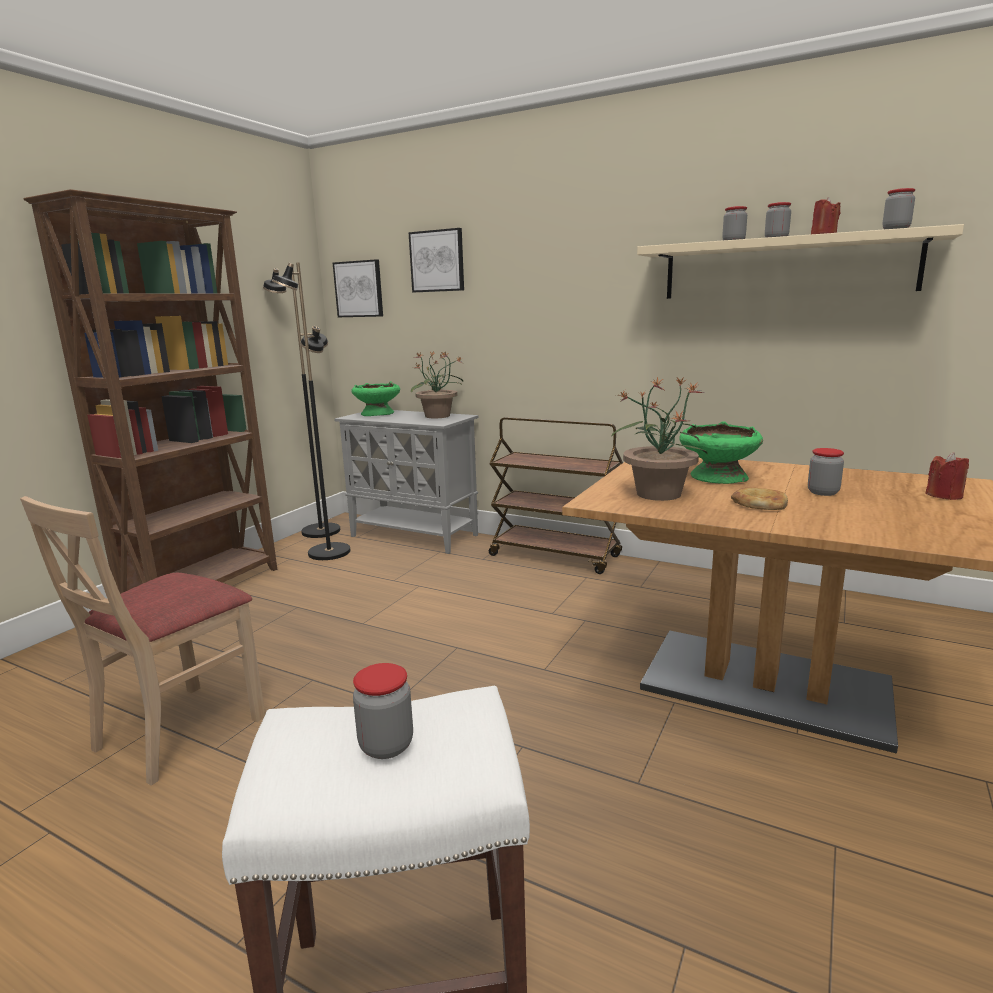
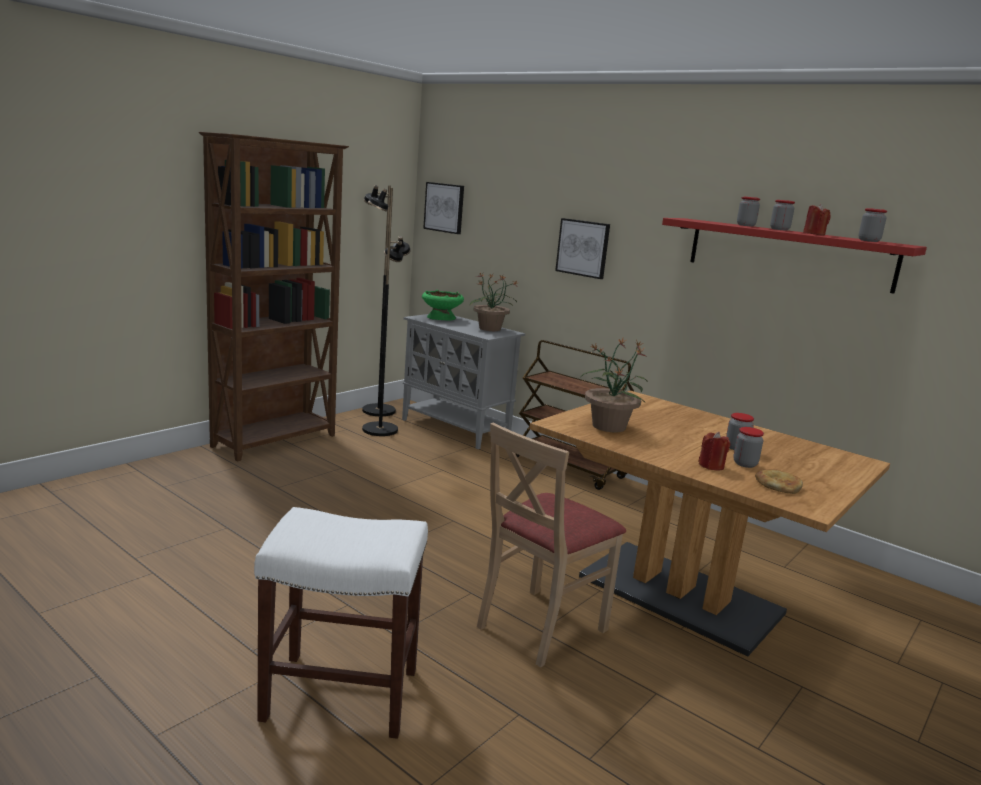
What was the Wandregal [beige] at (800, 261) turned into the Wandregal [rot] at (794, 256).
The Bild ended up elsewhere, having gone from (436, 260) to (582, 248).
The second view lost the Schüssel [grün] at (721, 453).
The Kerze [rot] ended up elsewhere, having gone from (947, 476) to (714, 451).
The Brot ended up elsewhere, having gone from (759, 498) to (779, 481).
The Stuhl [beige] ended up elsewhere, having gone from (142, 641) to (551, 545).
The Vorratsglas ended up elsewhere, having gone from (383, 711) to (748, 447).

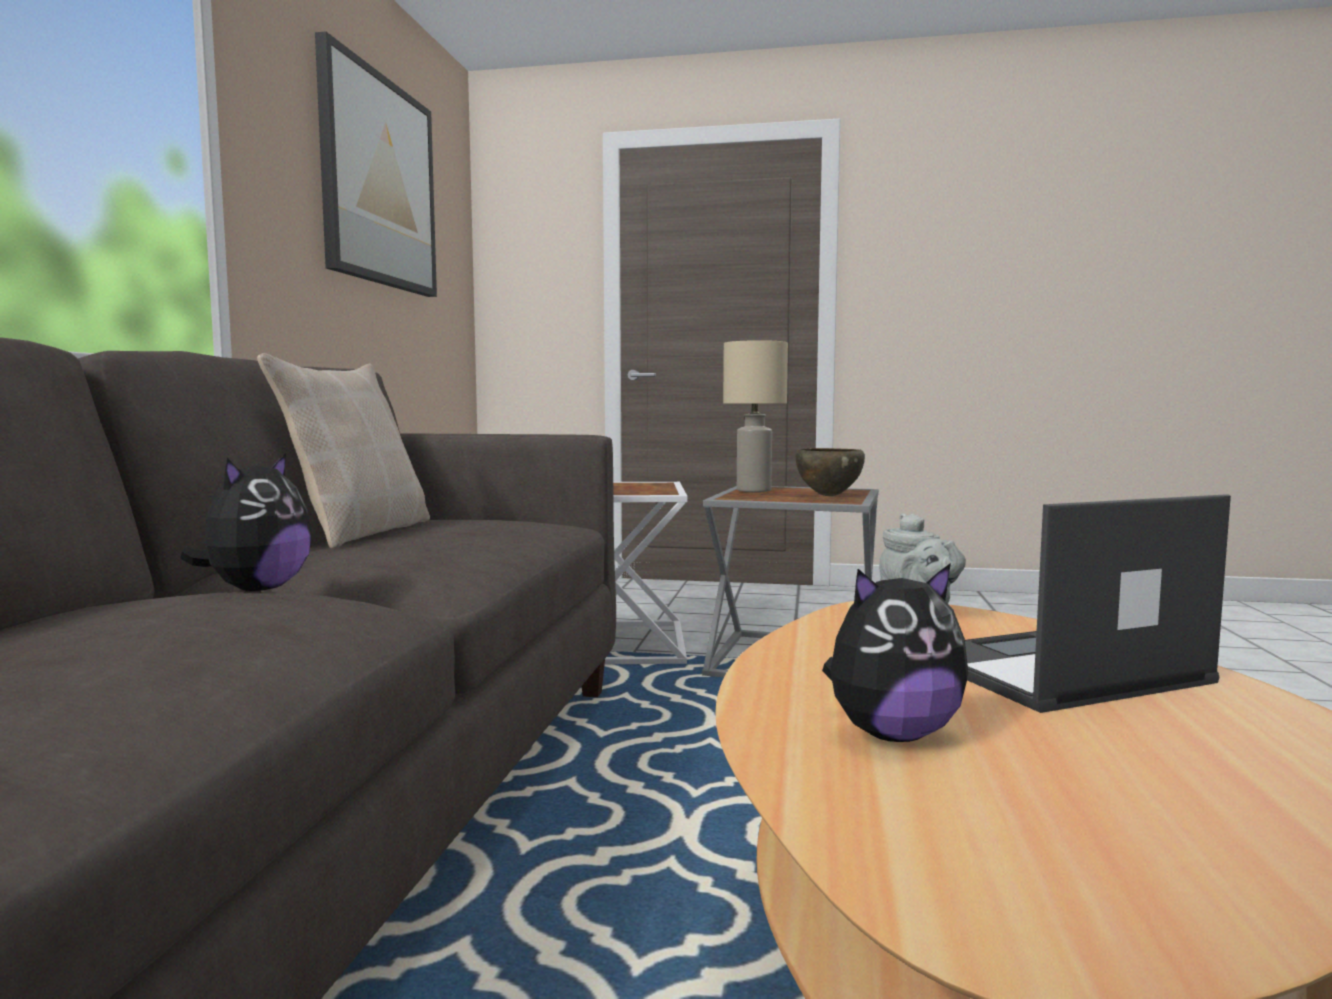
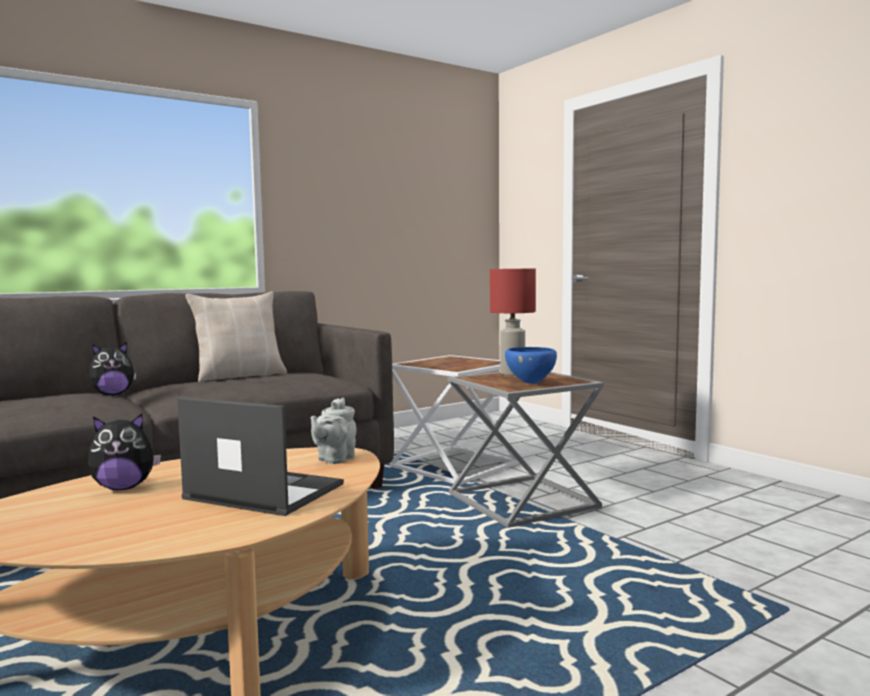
The second view lost the Bild at (376, 164).
What was the Tischlampe [beige] at (755, 416) turned into the Tischlampe [rot] at (513, 322).
What was the Schüssel [braun] at (830, 472) turned into the Schüssel [blau] at (531, 365).
The Plüschtier at (895, 652) ended up facing another way, 45 degrees counterclockwise from before.

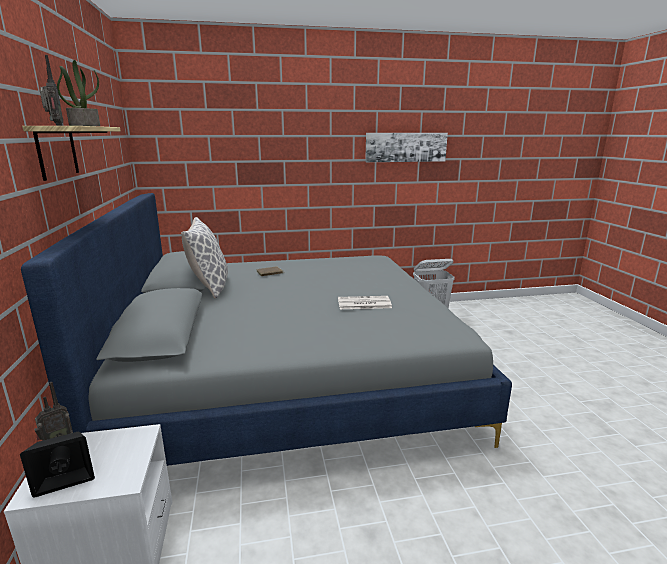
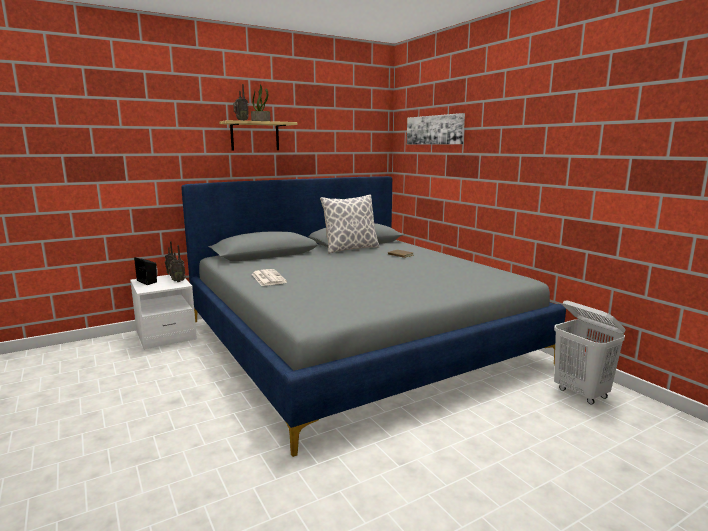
The Bild ended up elsewhere, having gone from (406, 147) to (436, 129).
The Zeitung ended up elsewhere, having gone from (365, 302) to (269, 277).
The second view gained the Radio at (177, 263).

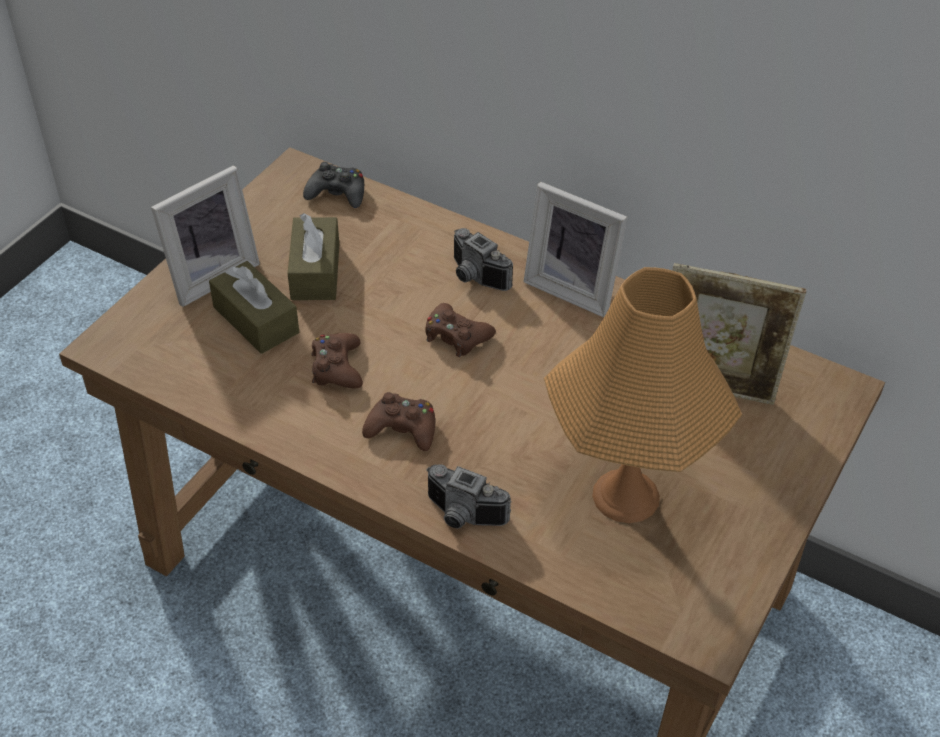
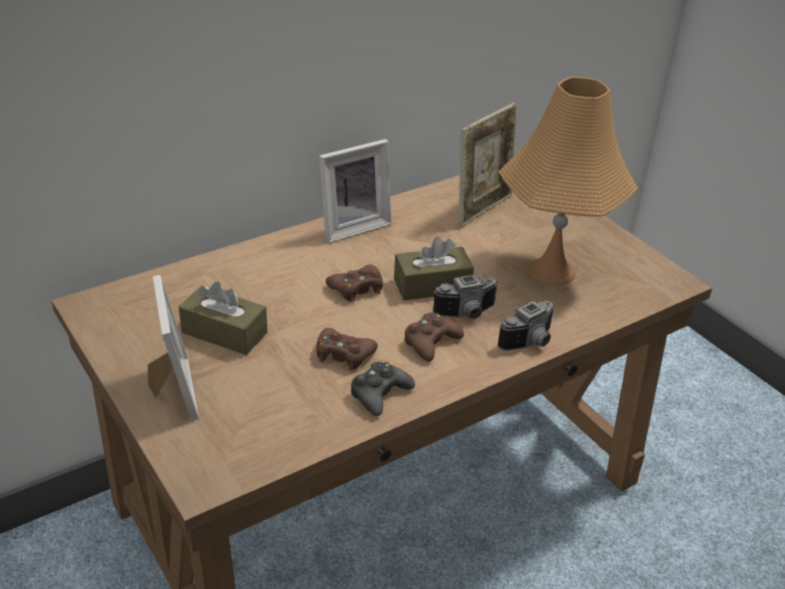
The Gamepad [schwarz] ended up elsewhere, having gone from (333, 185) to (383, 388).
The Kamera ended up elsewhere, having gone from (483, 259) to (465, 296).
The Taschentuchbox [braun] ended up elsewhere, having gone from (254, 307) to (434, 268).

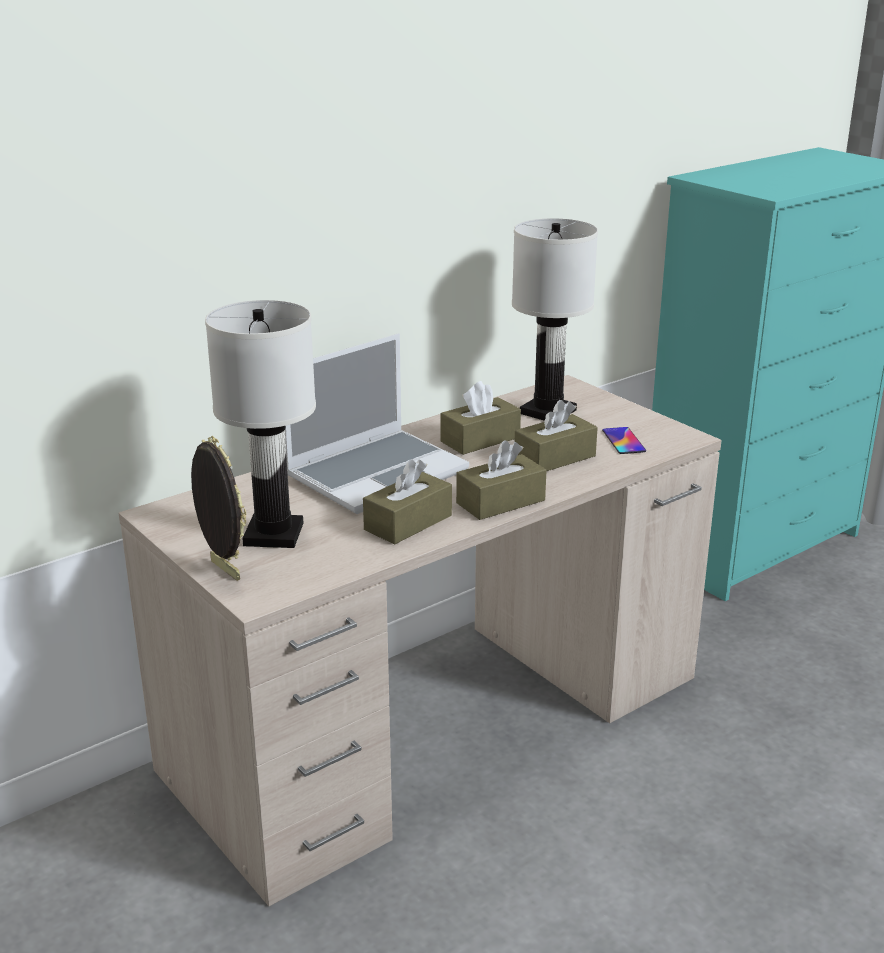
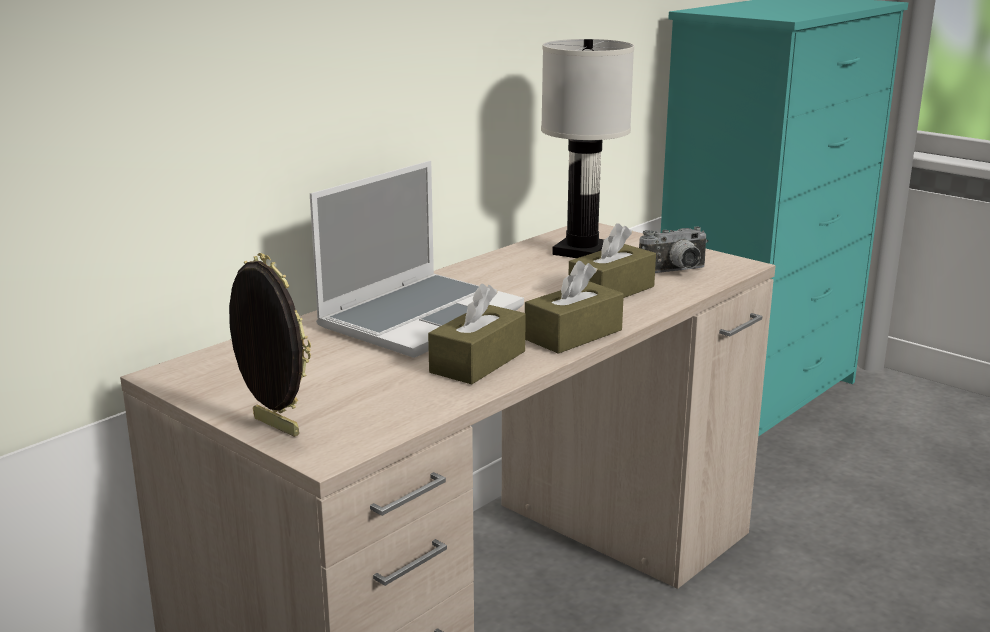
The second view lost the Tischlampe [weiß] at (260, 424).
The second view lost the Taschentuchbox [braun] at (481, 418).
Where the Handy stood at (624, 440), the Kamera came to stand at (673, 249).

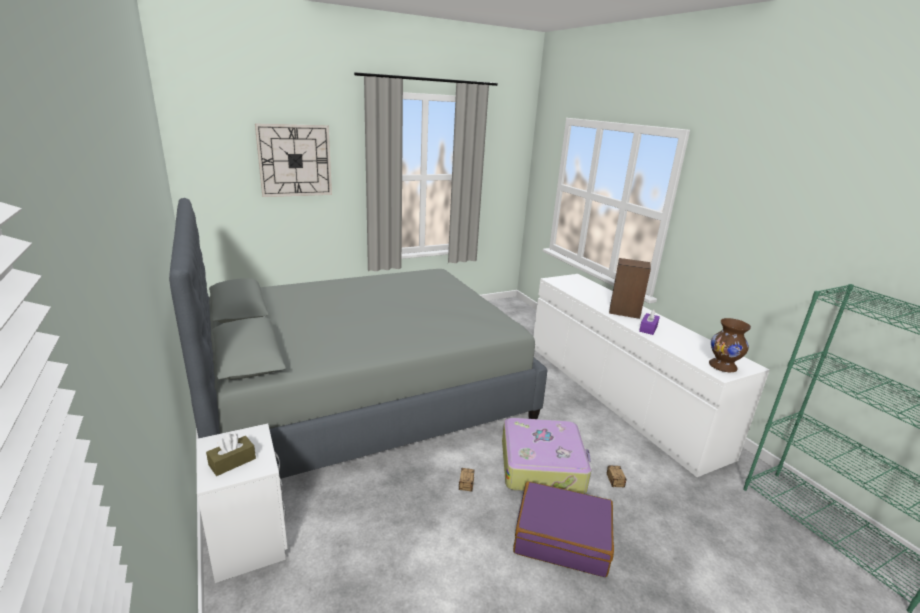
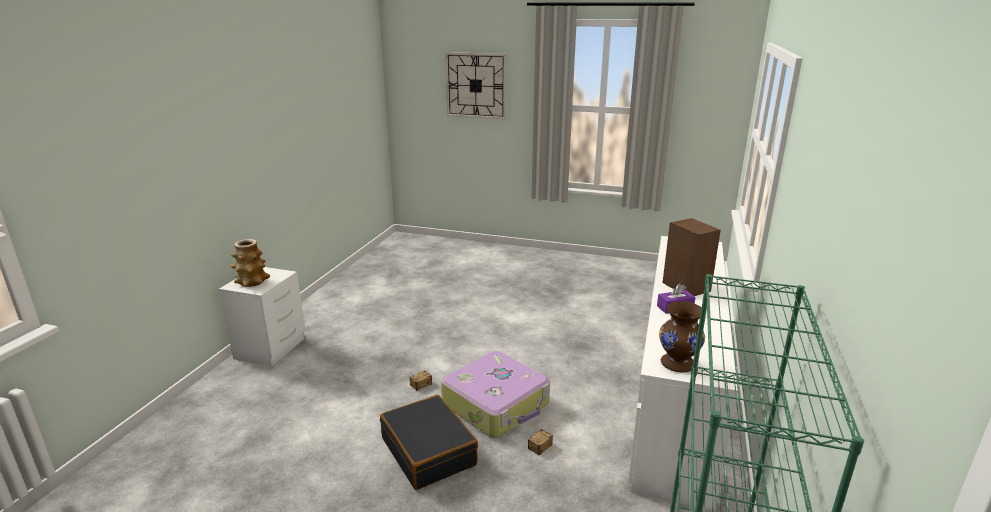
The second view lost the Bett [grau] at (358, 338).
Where the Taschentuchbox [braun] stood at (231, 454), the Vase came to stand at (250, 263).
What was the Koffer [lila] at (563, 529) turned into the Koffer [schwarz] at (429, 442).

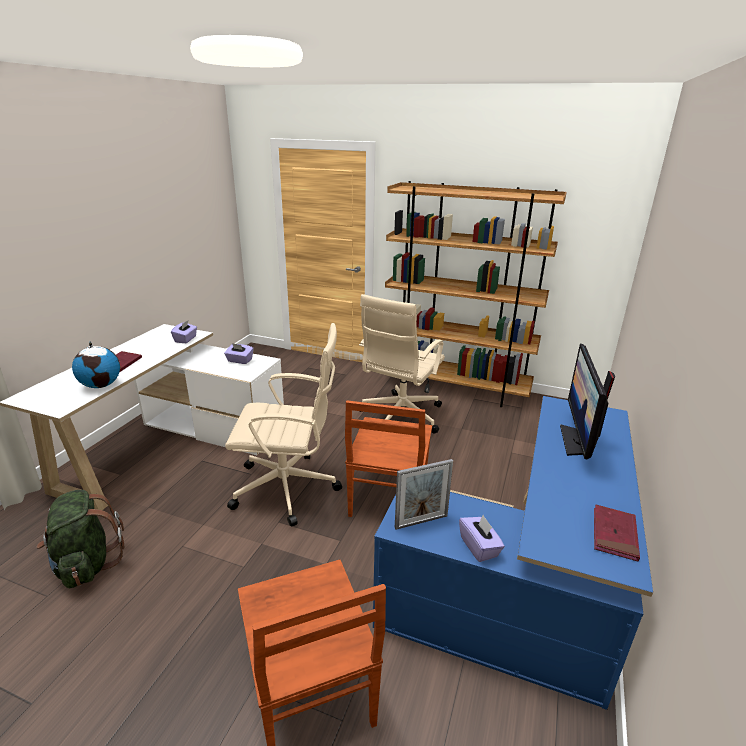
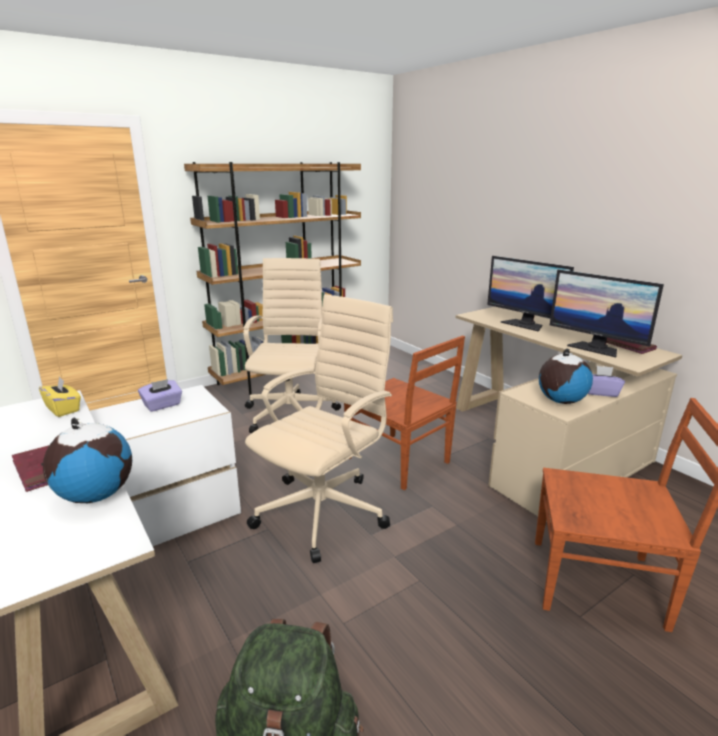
The Bürostuhl [beige] at (402, 364) ended up facing another way, 150 degrees counterclockwise from before.
What was the Taschentuchbox [lila] at (184, 332) turned into the Taschentuchbox [gelb] at (60, 396).
What was the Schreibtisch [blau] at (513, 553) turned into the Schreibtisch [beige] at (569, 415).
Where the Bilderrahmen stood at (424, 494), the Globus came to stand at (566, 376).
The second view gained the Monitor at (607, 313).

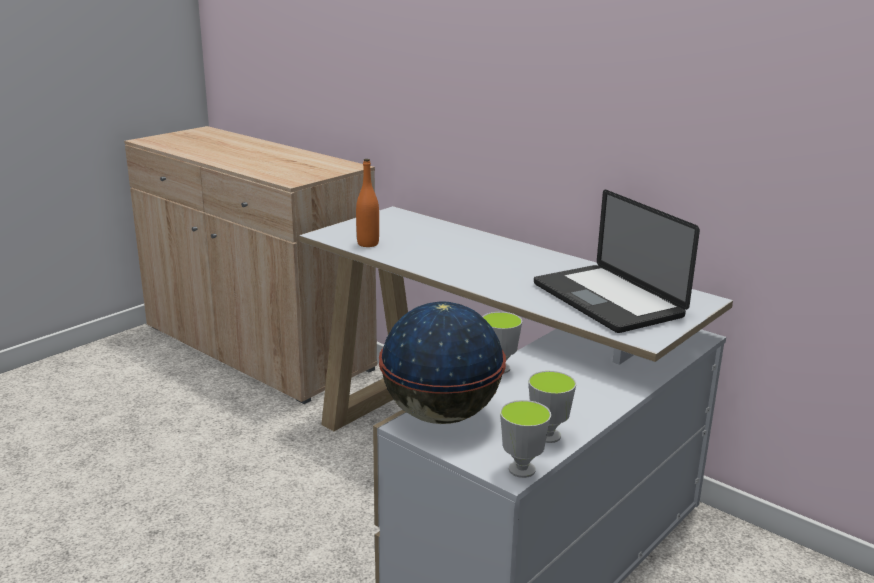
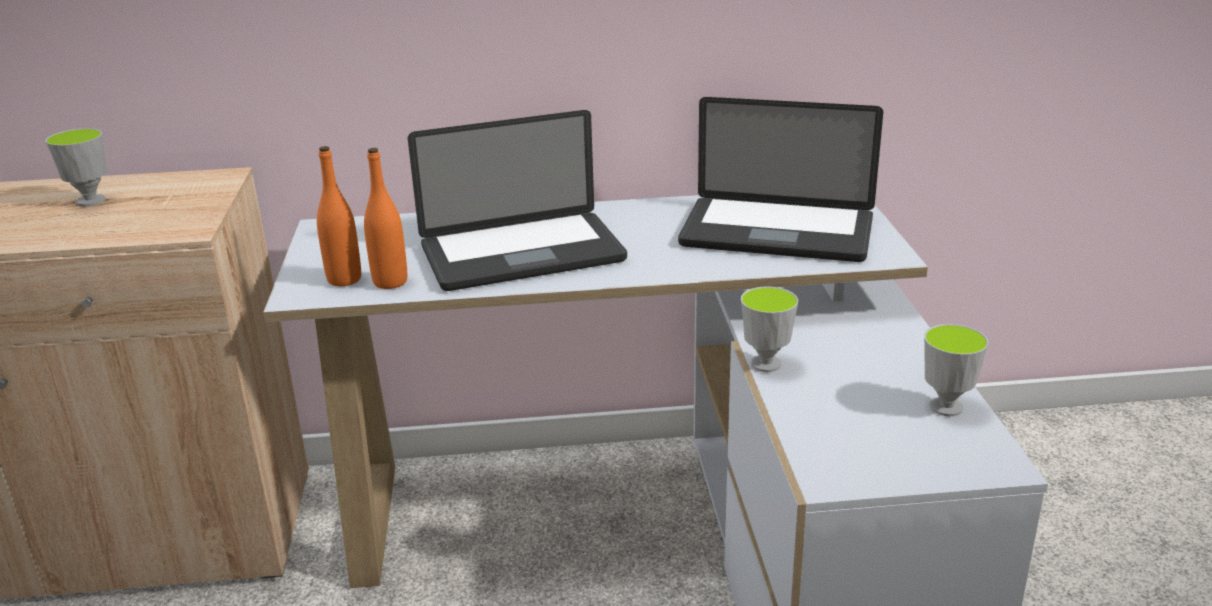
The second view lost the Globus at (442, 362).
The Tasse ended up elsewhere, having gone from (525, 439) to (76, 167).
The second view gained the Laptop at (517, 200).
The second view gained the Flasche [orange] at (339, 216).

